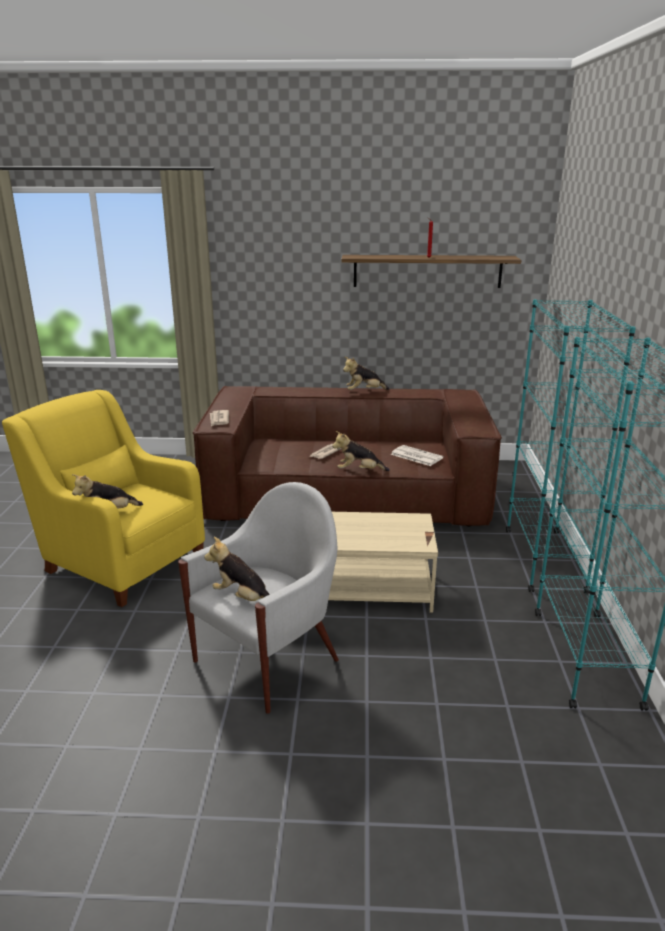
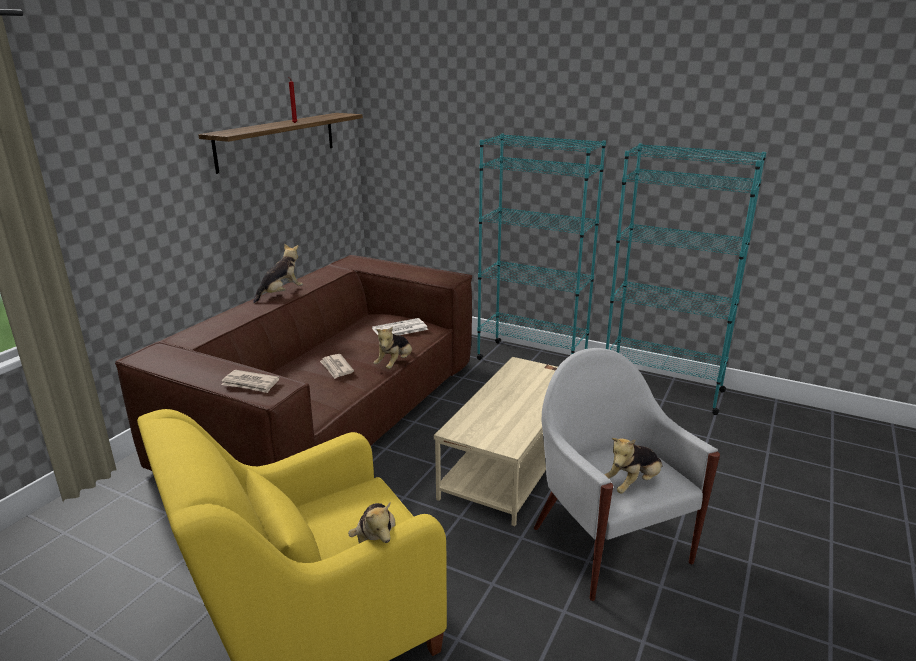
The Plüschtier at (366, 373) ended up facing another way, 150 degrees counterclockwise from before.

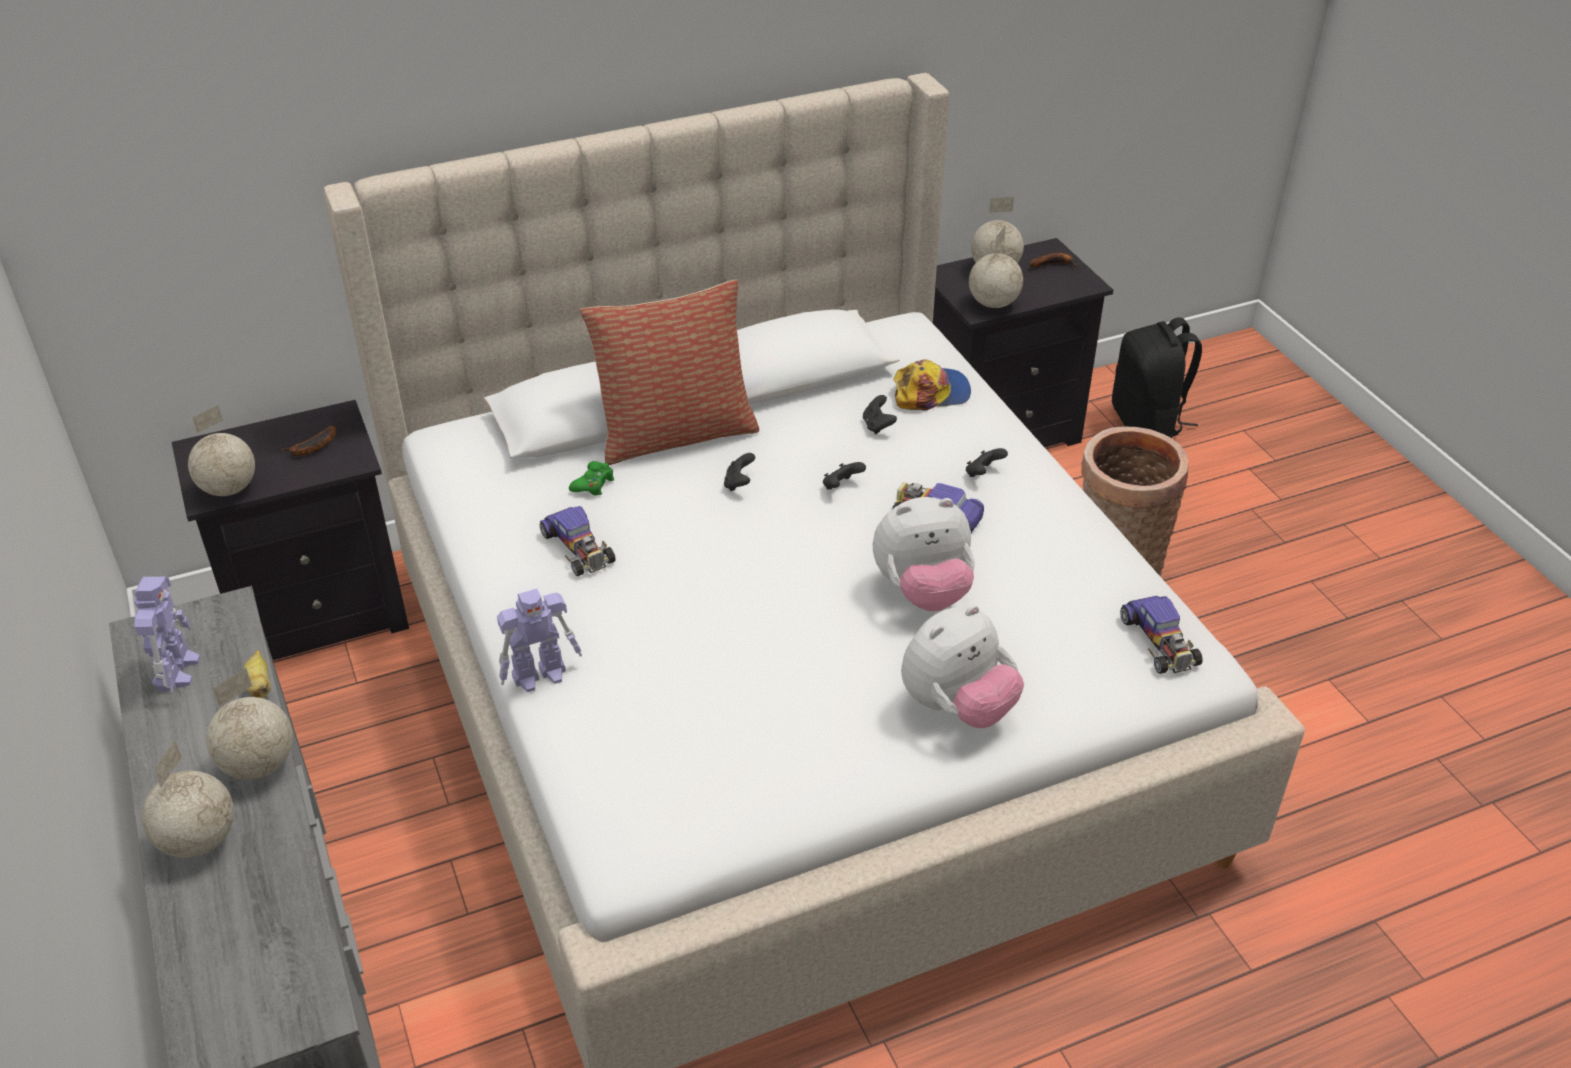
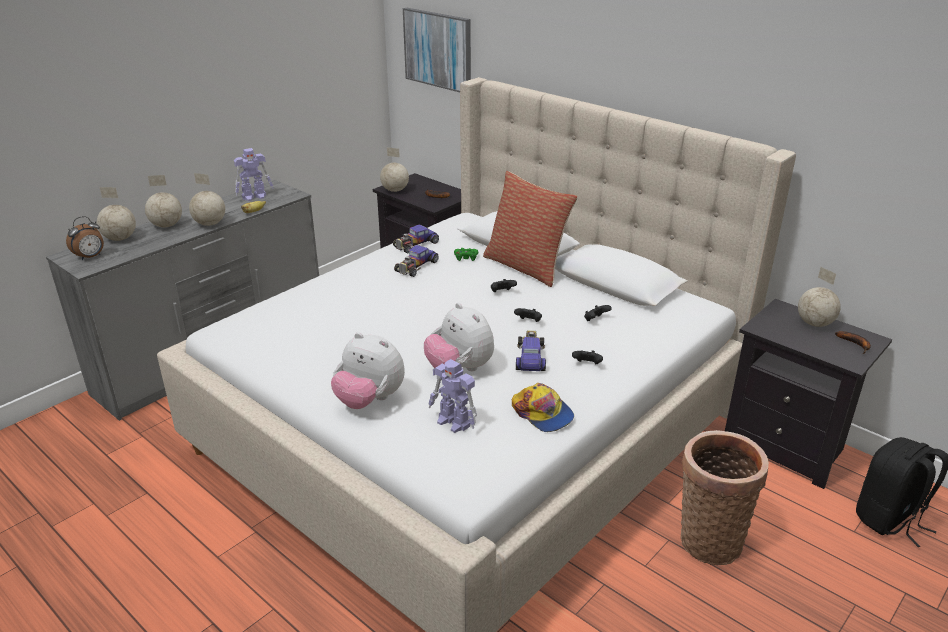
The Globus ended up elsewhere, having gone from (996, 266) to (116, 214).
The Kappe ended up elsewhere, having gone from (932, 384) to (543, 407).
The Spielzeugroboter ended up elsewhere, having gone from (539, 640) to (453, 396).
The Spielzeugauto ended up elsewhere, having gone from (1161, 635) to (416, 239).
The second view gained the Bild at (437, 50).
The second view gained the Wecker at (85, 238).

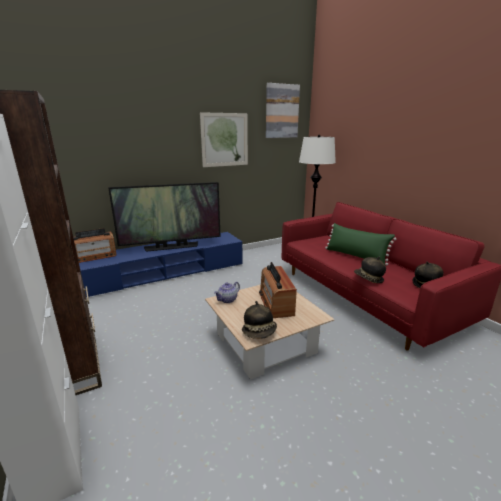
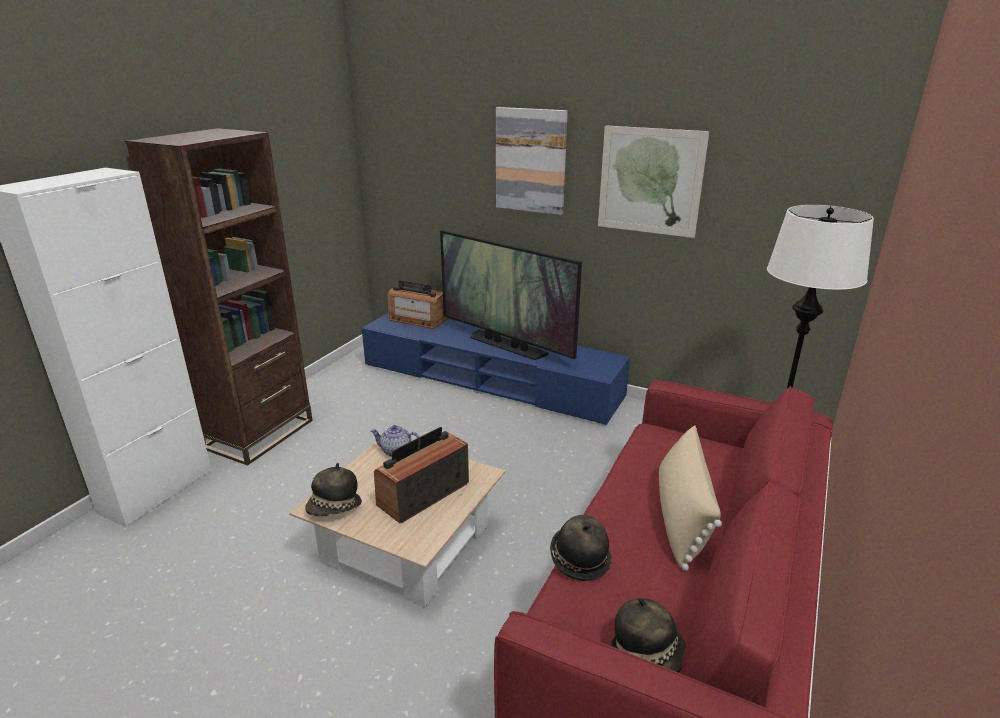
The Bild ended up elsewhere, having gone from (283, 110) to (532, 161).
What was the Kissen [grün] at (361, 244) turned into the Kissen [beige] at (690, 498).

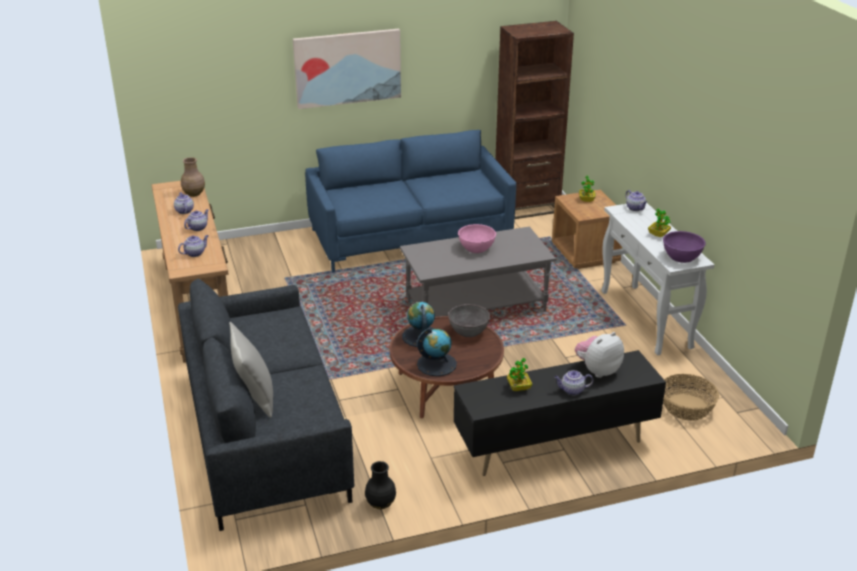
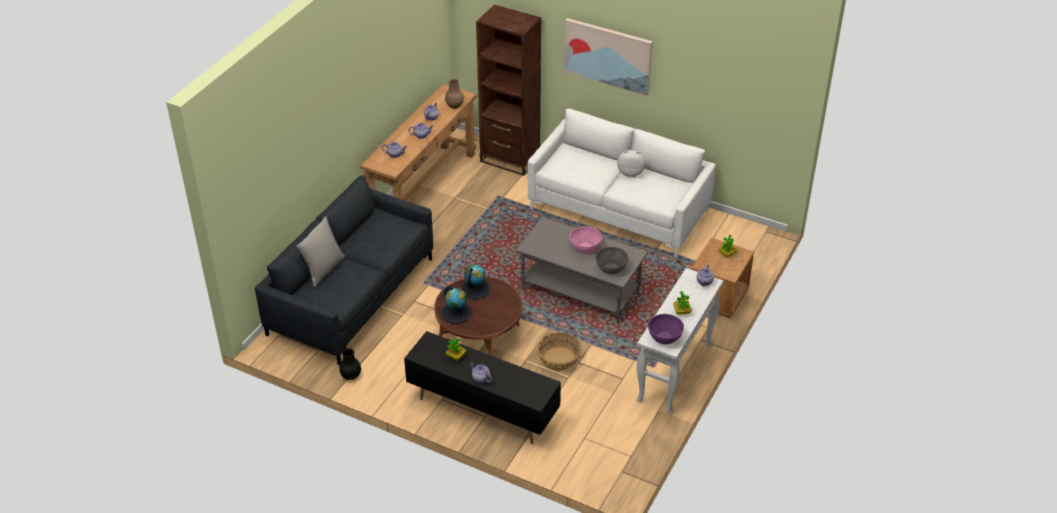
The Bücherregal [braun] ended up elsewhere, having gone from (535, 120) to (508, 90).
What was the Sofa [blau] at (410, 201) turned into the Sofa [weiß] at (622, 183).
The Schüssel [grau] ended up elsewhere, having gone from (469, 320) to (612, 260).
The Plüschtier ended up elsewhere, having gone from (599, 355) to (631, 163).
The Korb ended up elsewhere, having gone from (691, 397) to (559, 351).

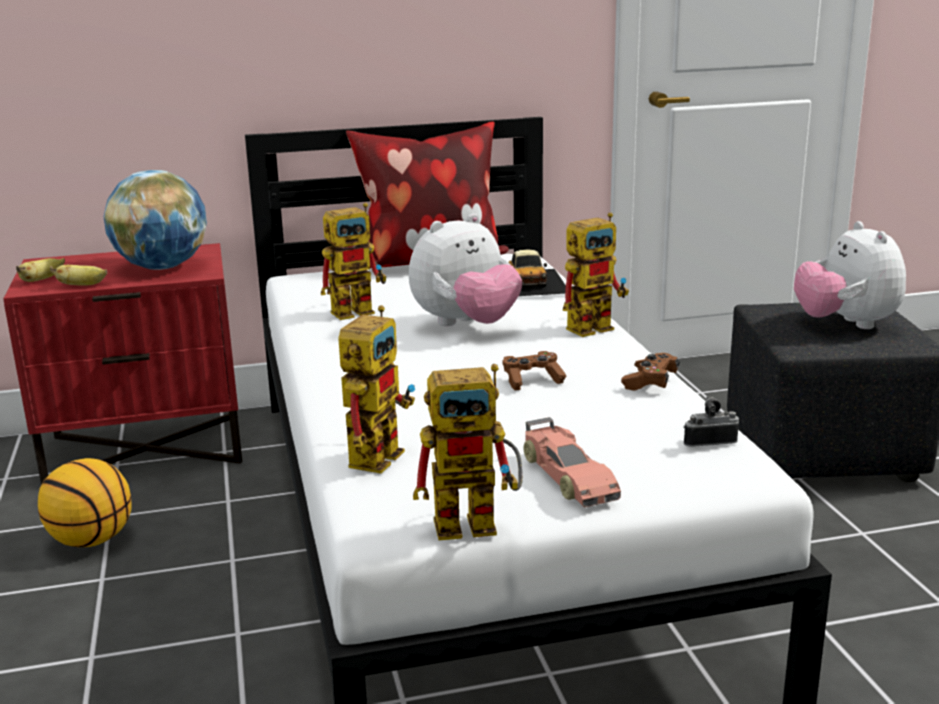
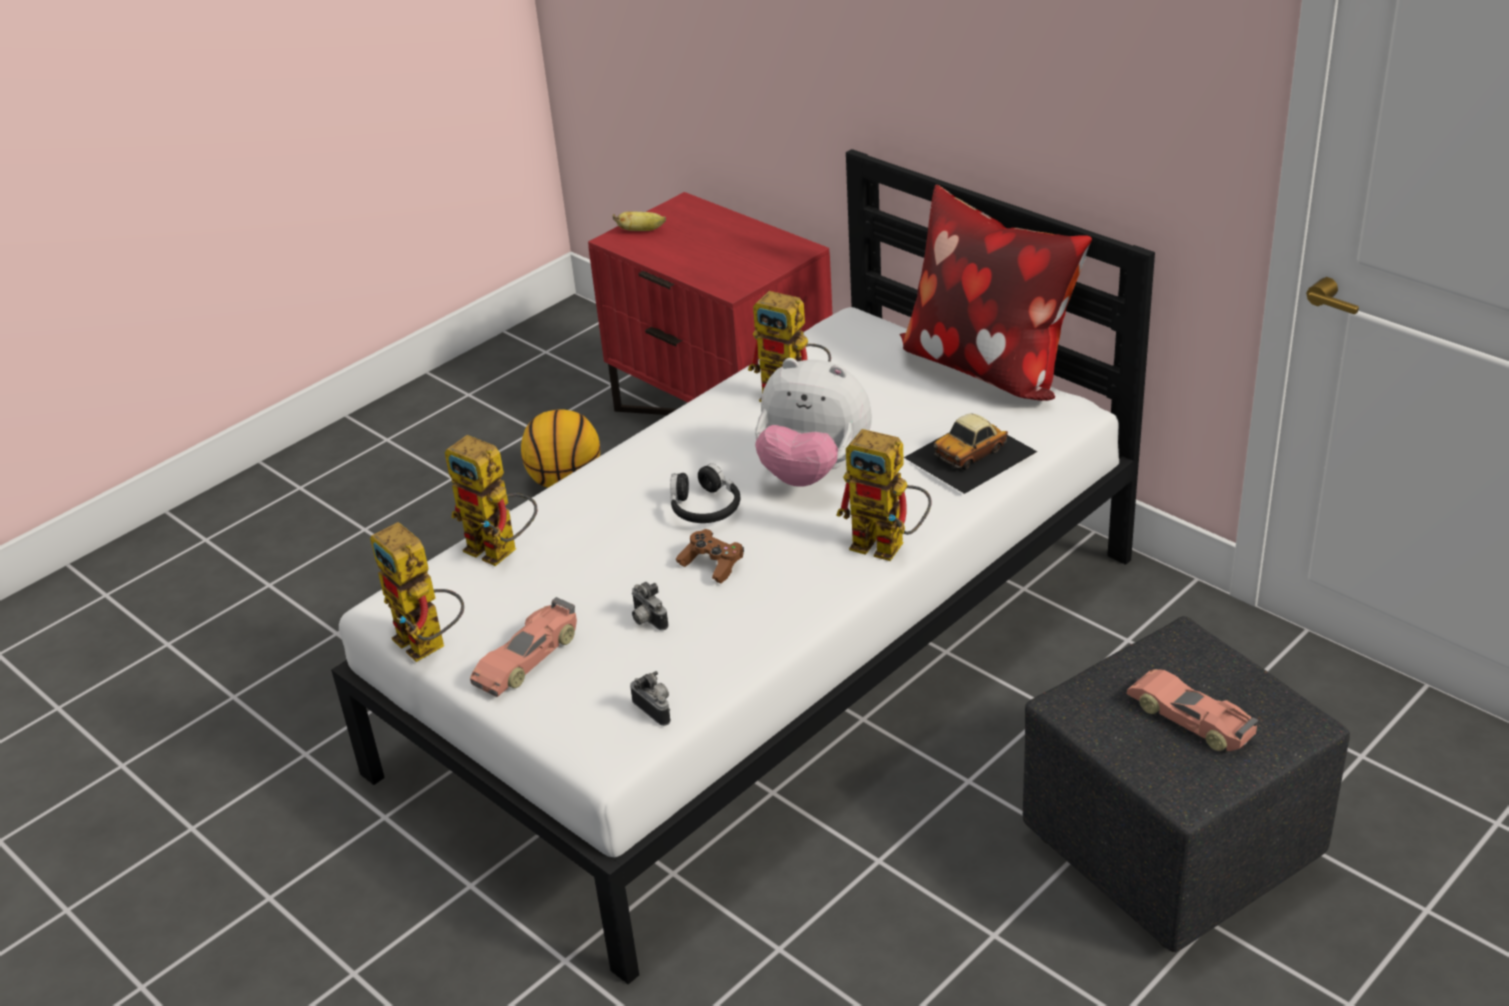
The second view lost the Globus at (155, 220).
Where the Plüschtier stood at (850, 275), the Spielzeugauto came to stand at (1193, 710).
The second view lost the Banane at (78, 275).
The Spielzeugroboter at (376, 389) ended up facing another way, 45 degrees clockwise from before.
The second view lost the Gamepad [braun] at (650, 372).
The second view gained the Kopfhörer [schwarz] at (705, 493).
The second view gained the Kamera at (650, 606).

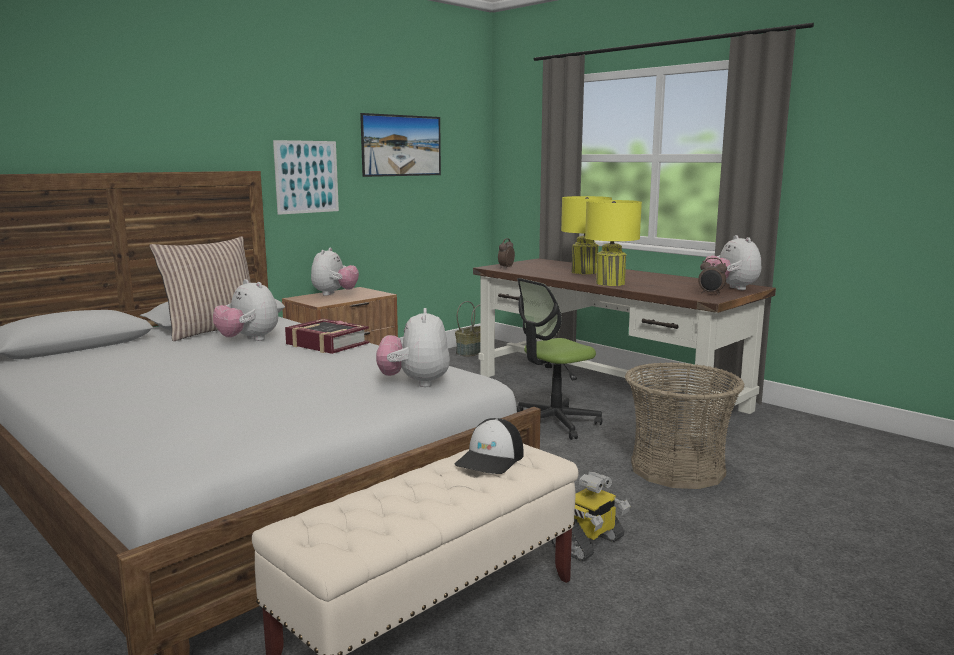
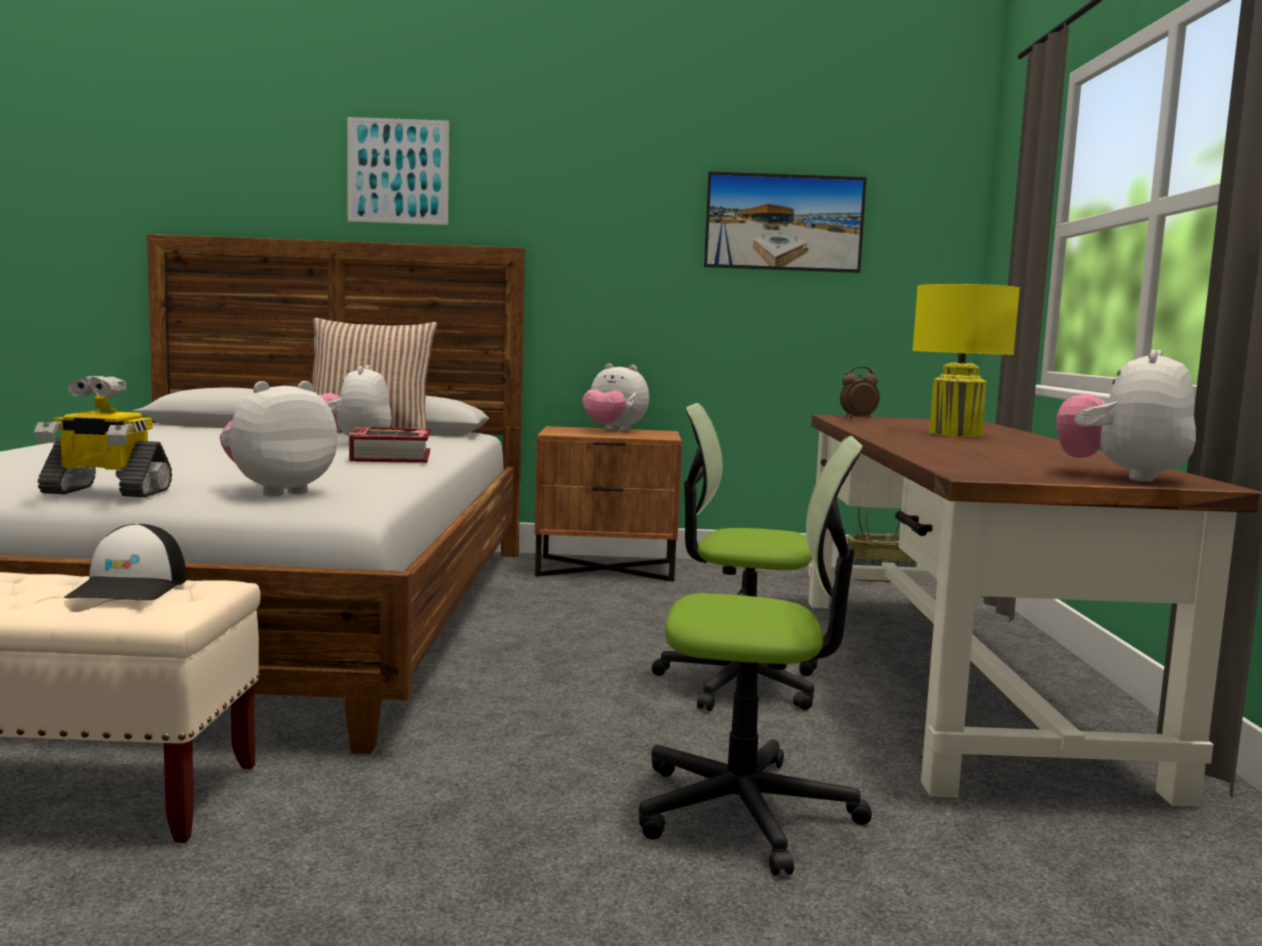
The Bild ended up elsewhere, having gone from (306, 177) to (398, 171).
The second view lost the Tischlampe [gelb] at (613, 243).
The Plüschtier at (335, 272) ended up facing another way, 60 degrees clockwise from before.
The second view lost the Wecker at (712, 276).
Where the Korb stood at (684, 426), the Bürostuhl came to stand at (755, 656).
The Kappe at (489, 446) ended up facing another way, 75 degrees counterclockwise from before.
The Spielzeugroboter ended up elsewhere, having gone from (591, 516) to (103, 437).

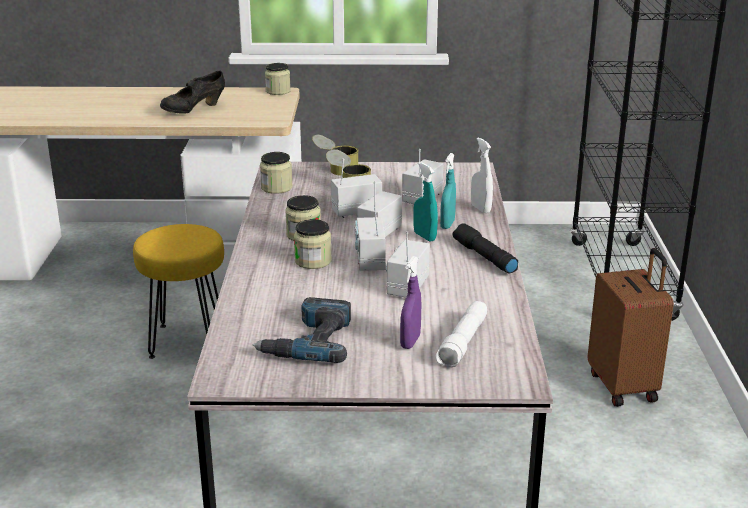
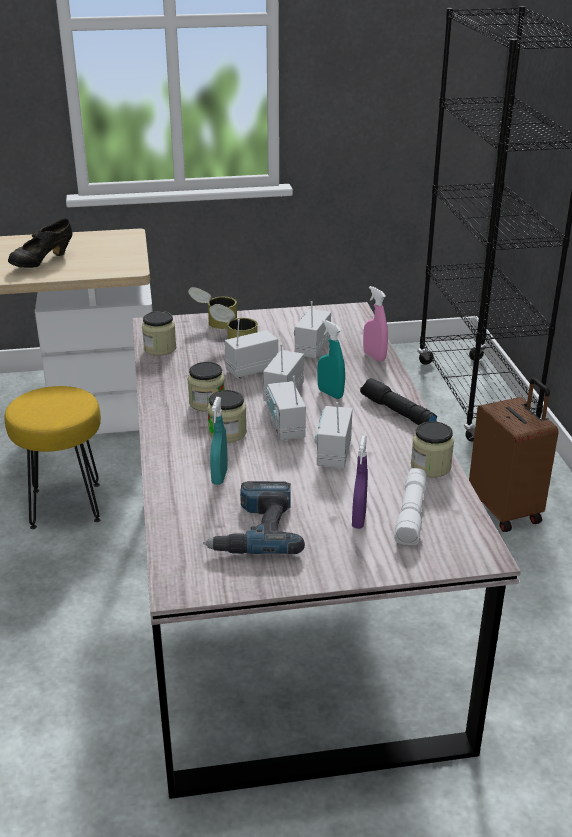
The Vorratsglas ended up elsewhere, having gone from (278, 79) to (432, 449).
What was the Sprühflasche [weiß] at (482, 175) turned into the Sprühflasche [rosa] at (375, 323).
The Sprühflasche [türkis] ended up elsewhere, having gone from (448, 191) to (219, 441).

